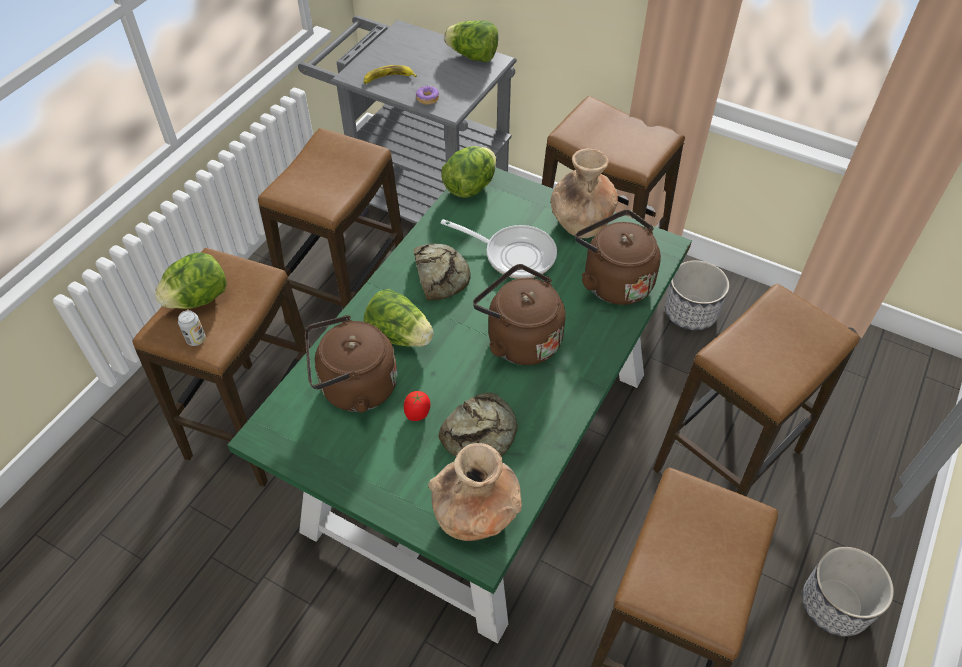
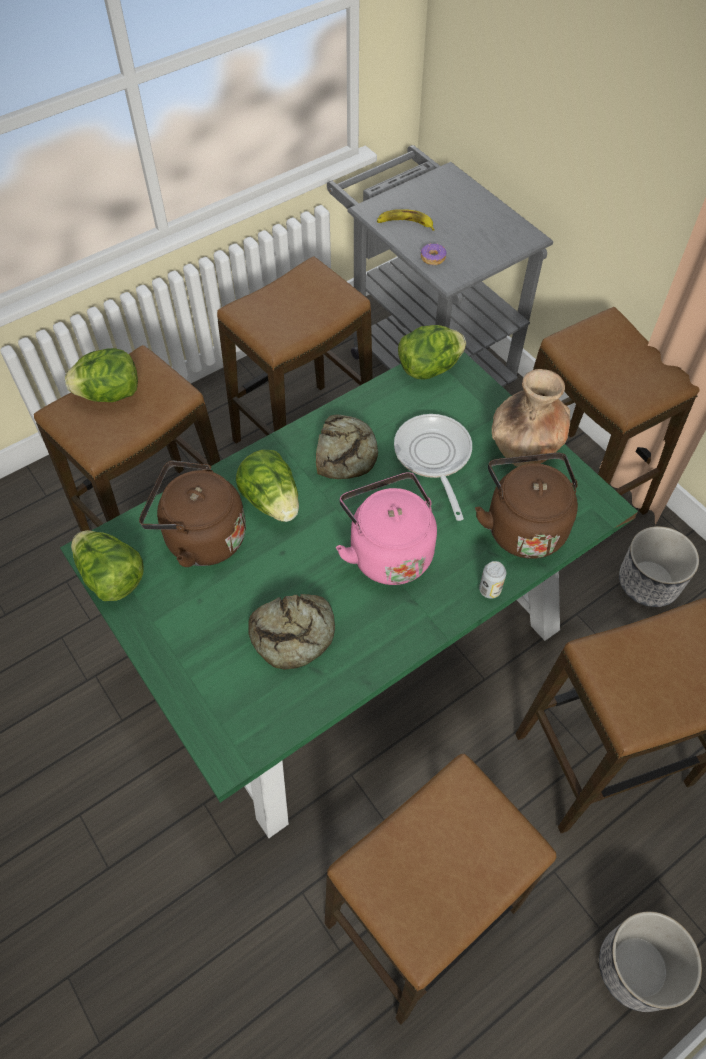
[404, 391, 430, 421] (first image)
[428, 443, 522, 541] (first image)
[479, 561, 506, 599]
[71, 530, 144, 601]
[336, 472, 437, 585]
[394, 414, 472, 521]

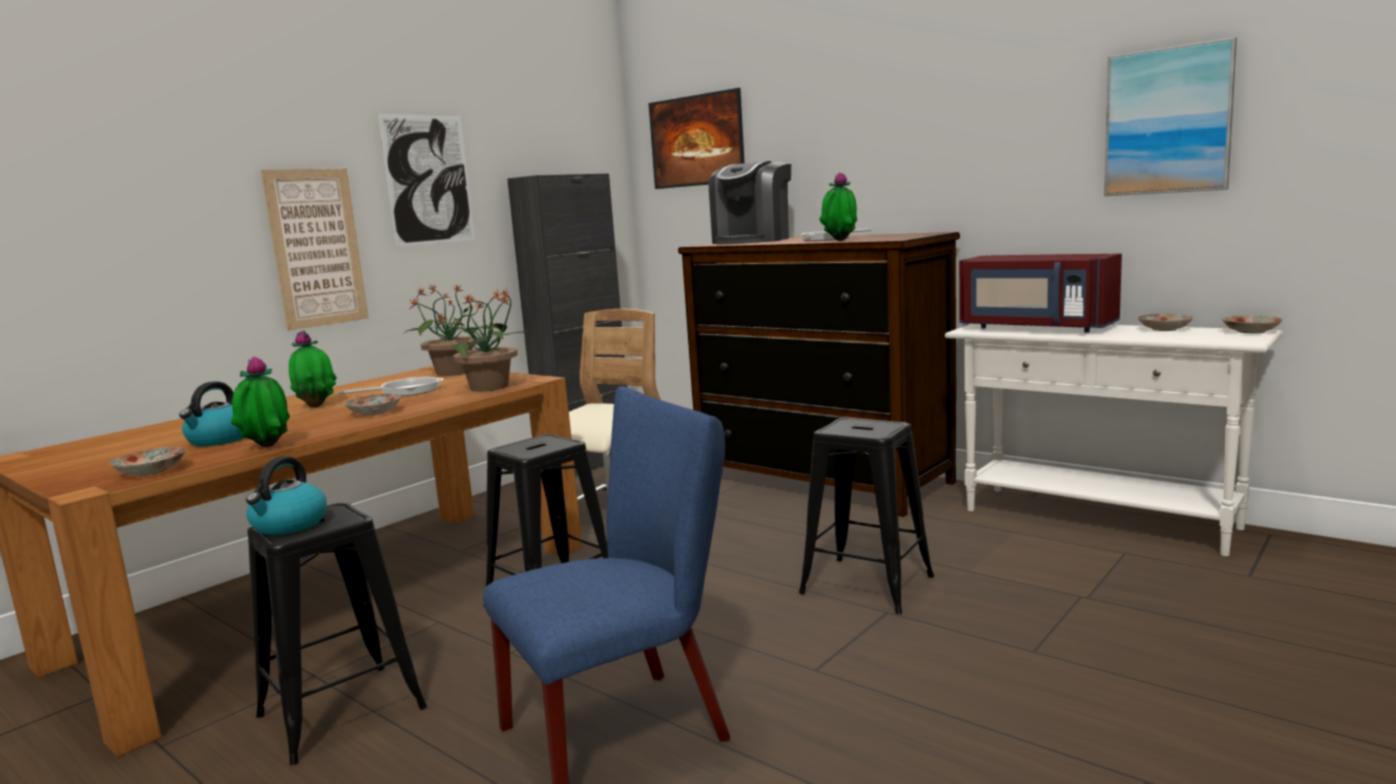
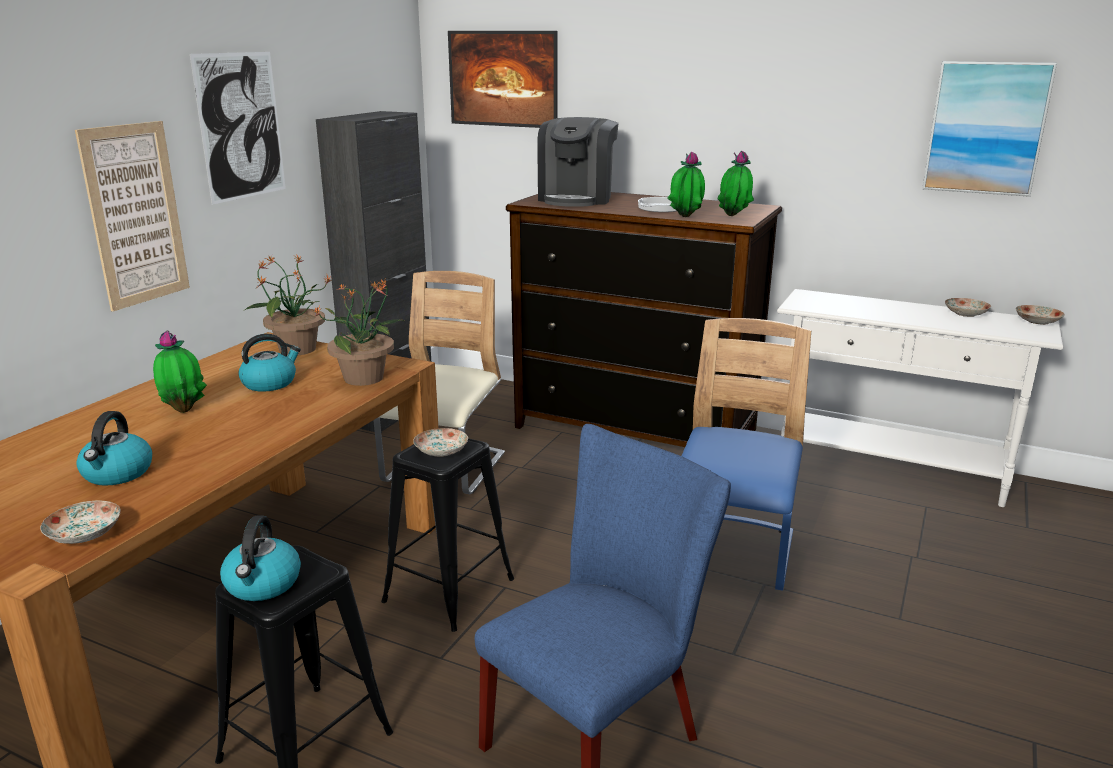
[959, 254, 1122, 332] (first image)
[718, 151, 754, 216]
[413, 428, 468, 457]
[238, 334, 301, 392]
[682, 318, 811, 591]

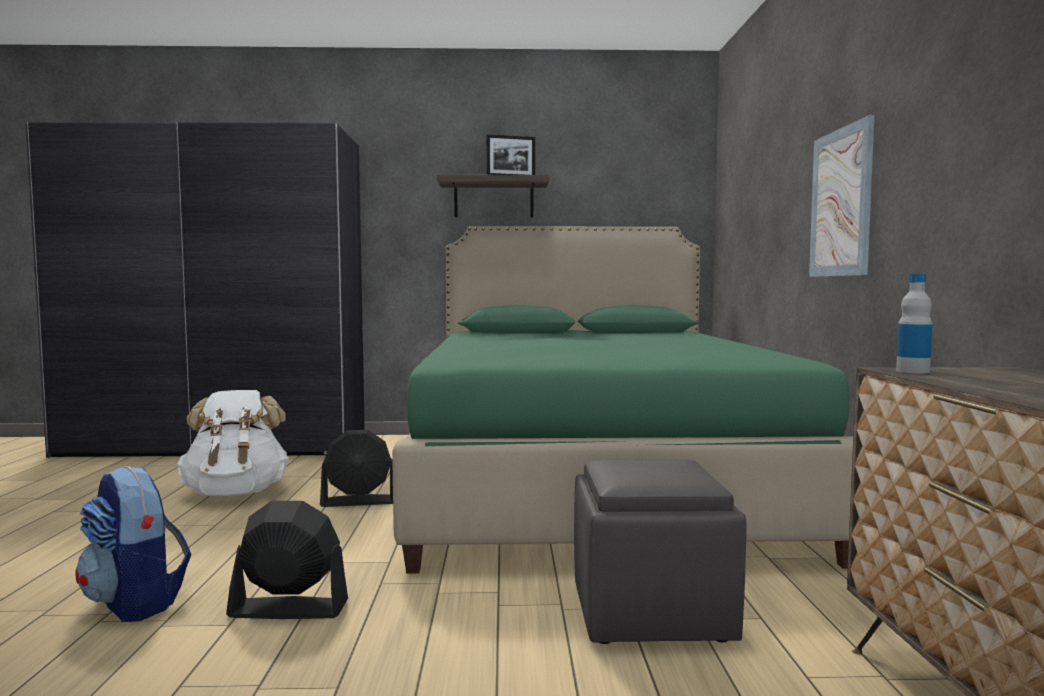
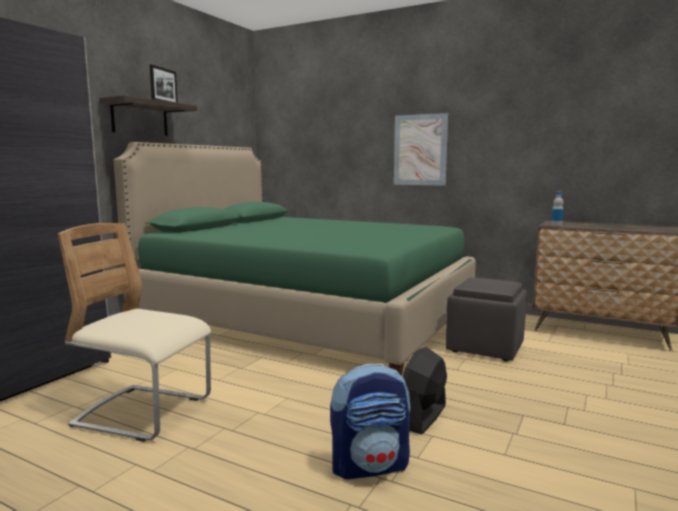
[320, 430, 393, 507] (first image)
[58, 223, 211, 442]

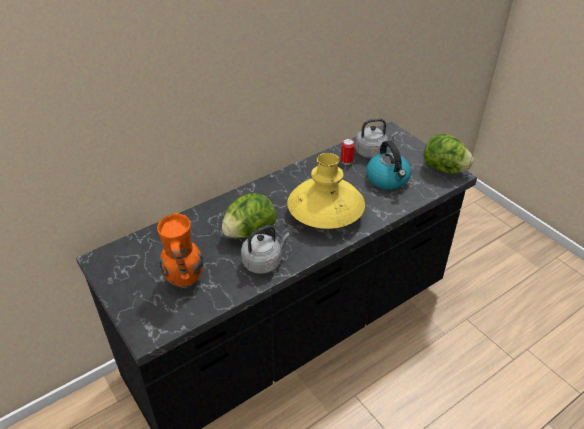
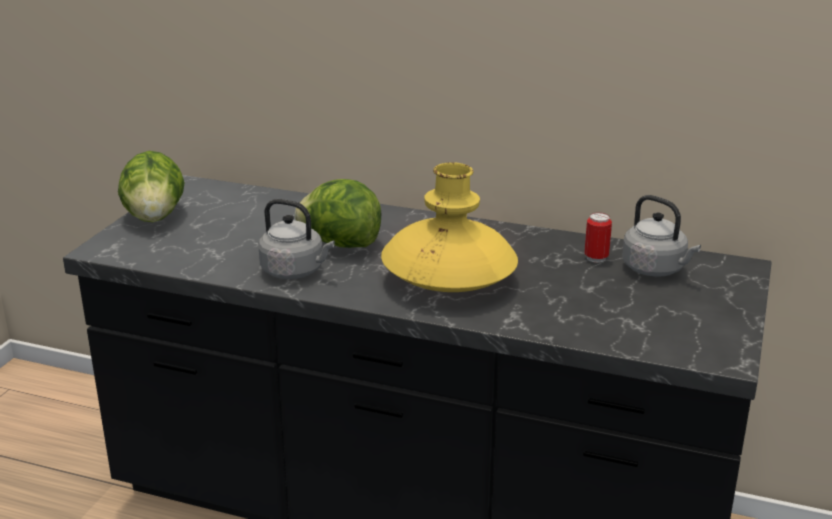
[157, 213, 203, 287] (first image)
[366, 141, 411, 190] (first image)
[118, 151, 185, 222]

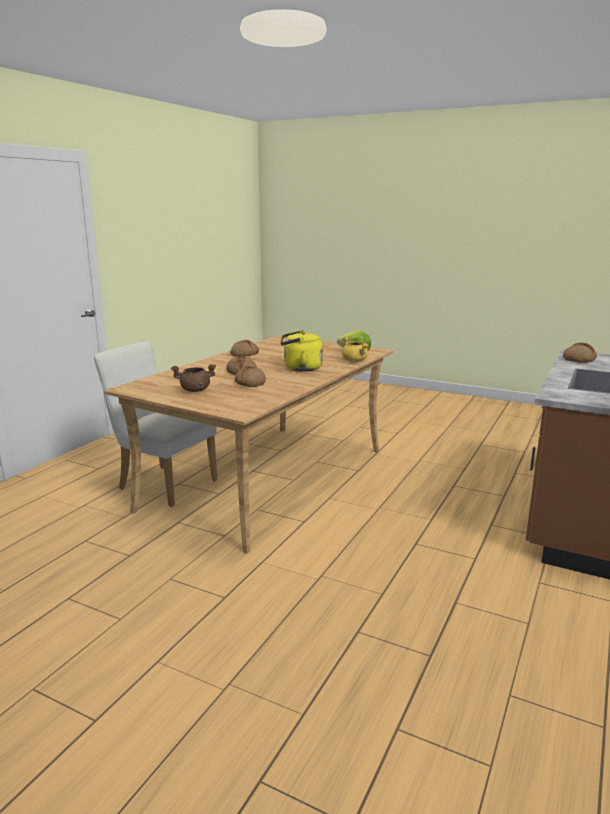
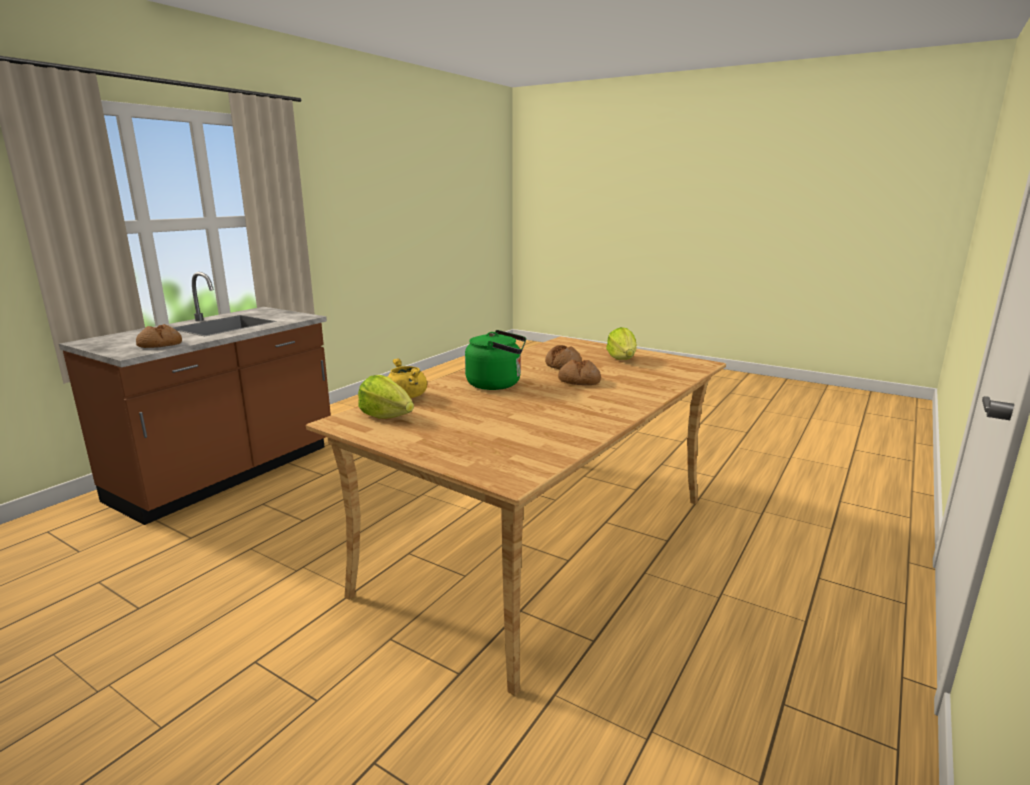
[94, 341, 218, 507] (first image)
[230, 340, 259, 357] (first image)
[606, 327, 637, 360]
[465, 330, 526, 390]

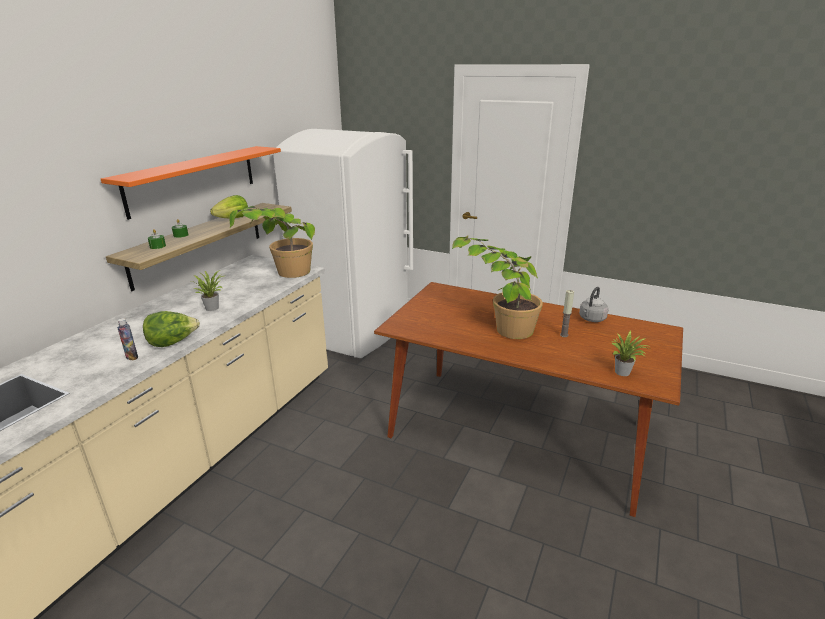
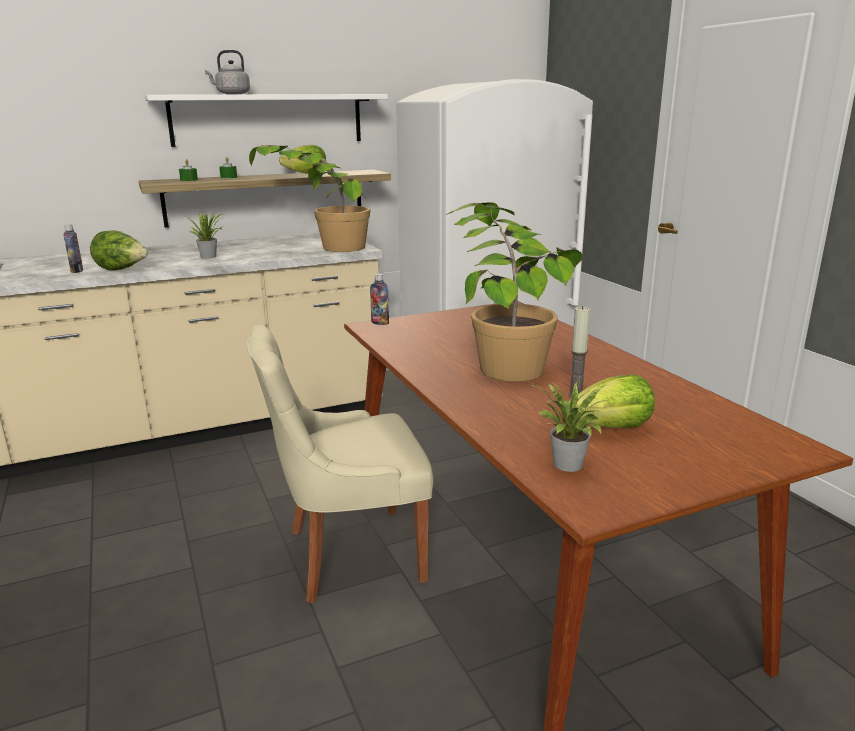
[247, 325, 434, 603]
[370, 274, 389, 325]
[569, 375, 655, 428]
[205, 50, 250, 94]
[145, 94, 388, 147]

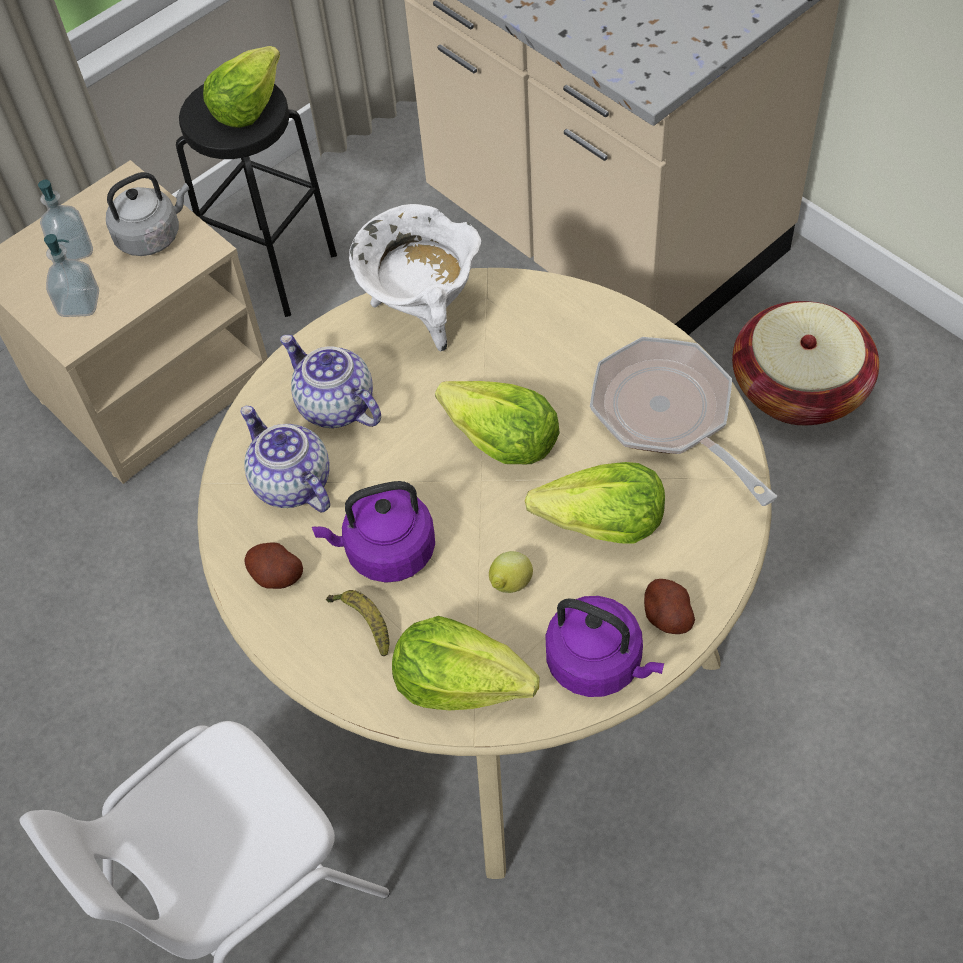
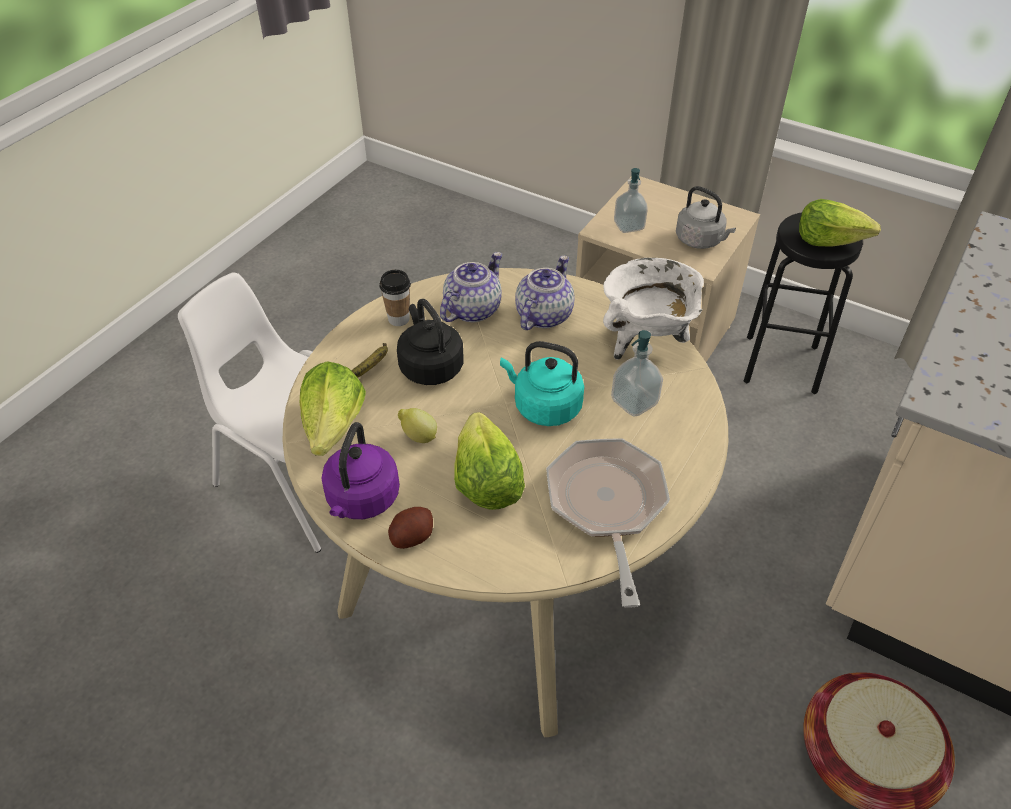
[611, 330, 663, 417]
[379, 270, 411, 326]
[500, 341, 584, 426]
[397, 299, 463, 385]
[546, 438, 670, 608]

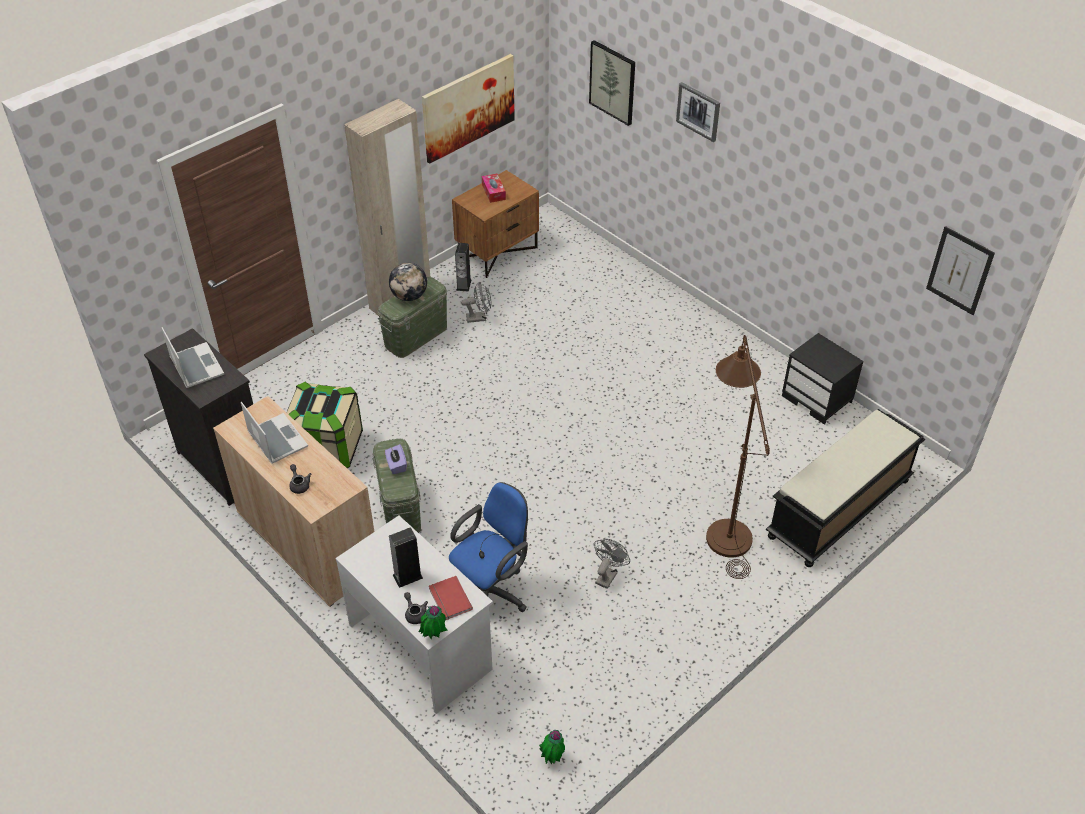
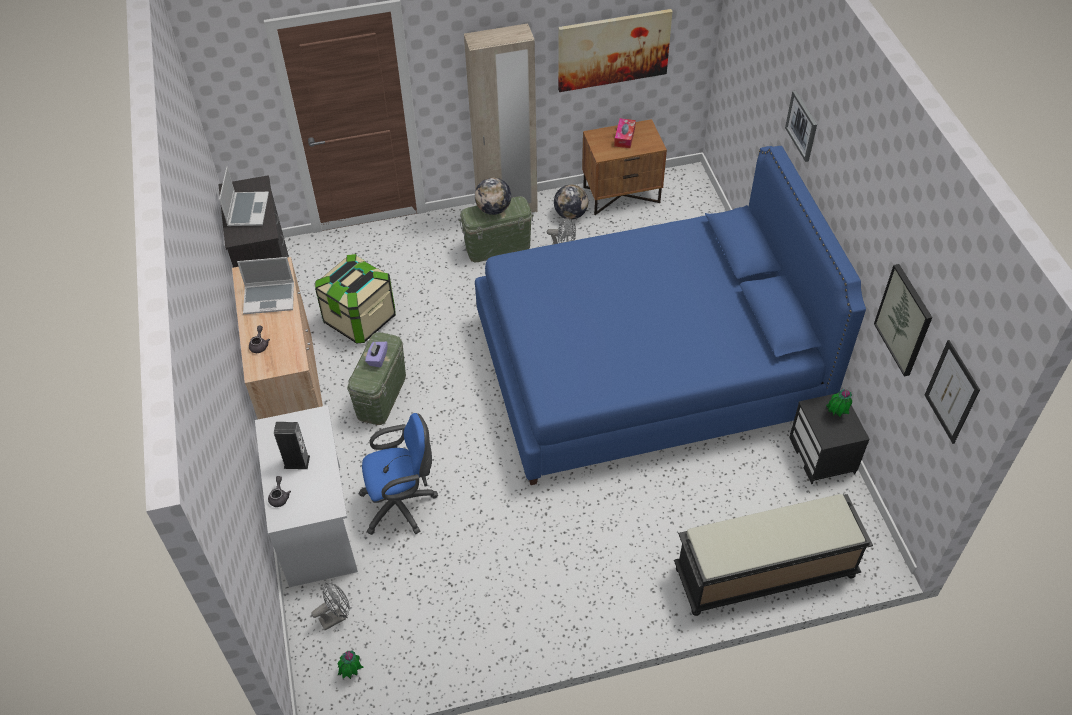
[429, 576, 473, 620] (first image)
[706, 335, 770, 579] (first image)
[475, 146, 866, 485]
[826, 388, 852, 417]
[874, 264, 932, 376]
[311, 582, 350, 630]
[554, 185, 588, 220]
[237, 257, 294, 314]

